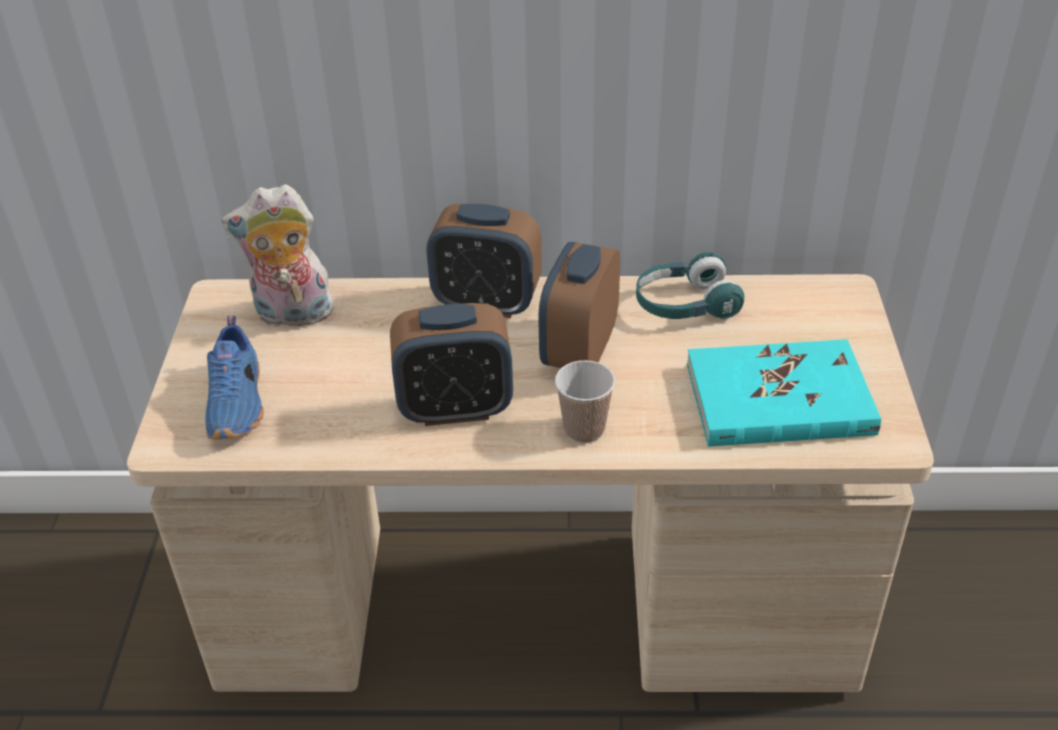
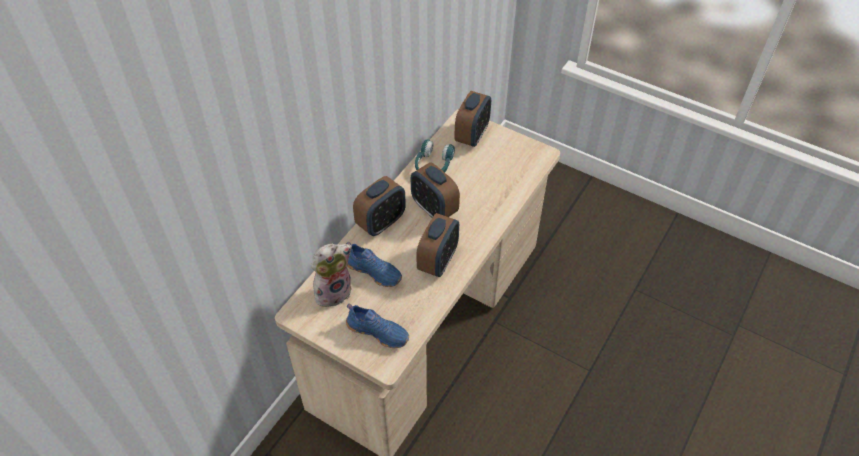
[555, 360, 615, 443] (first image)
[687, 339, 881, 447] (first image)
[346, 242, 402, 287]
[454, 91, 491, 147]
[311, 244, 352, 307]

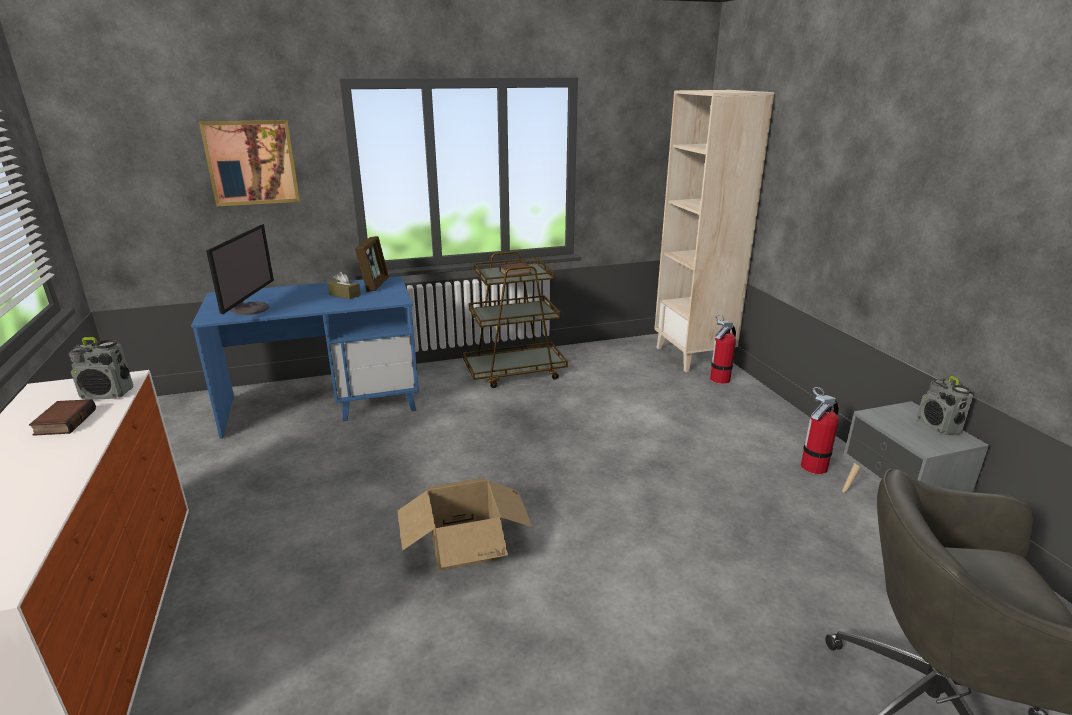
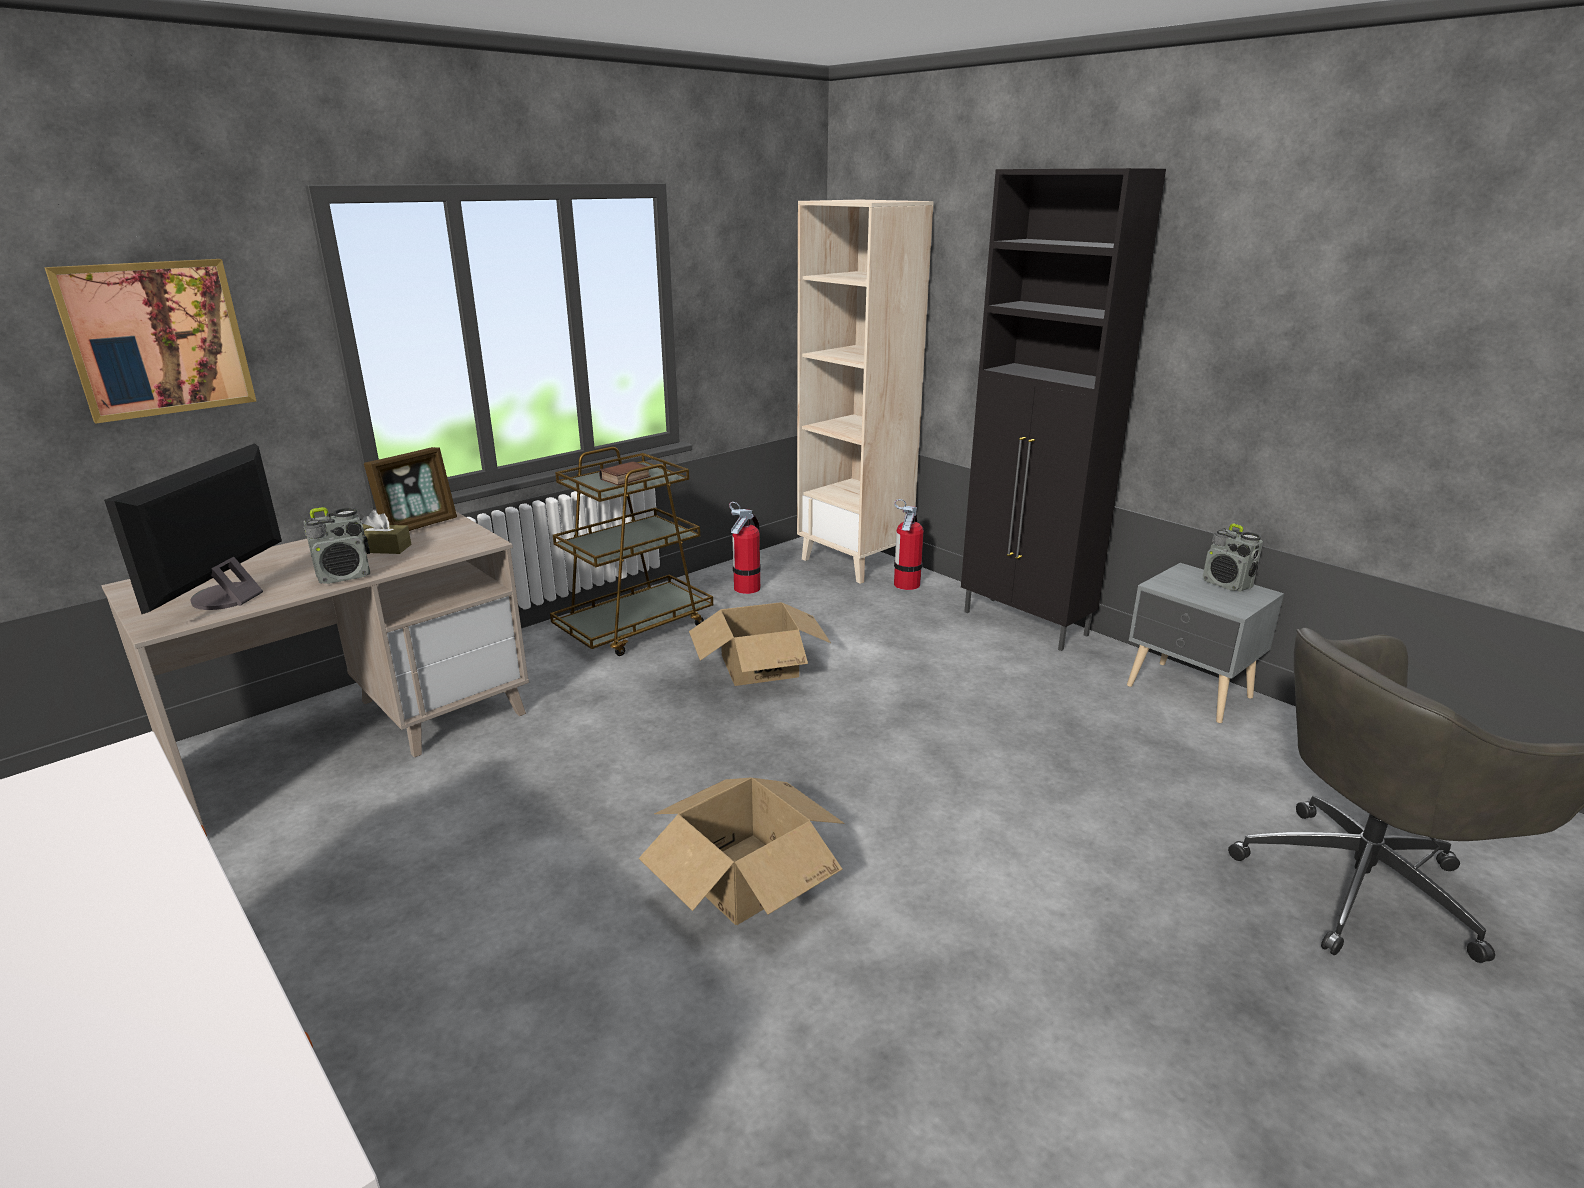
[29, 399, 96, 436] (first image)
[689, 602, 831, 686]
[961, 168, 1166, 651]
[303, 507, 370, 584]
[729, 502, 761, 594]
[101, 512, 529, 832]
[104, 443, 282, 614]
[364, 447, 457, 531]

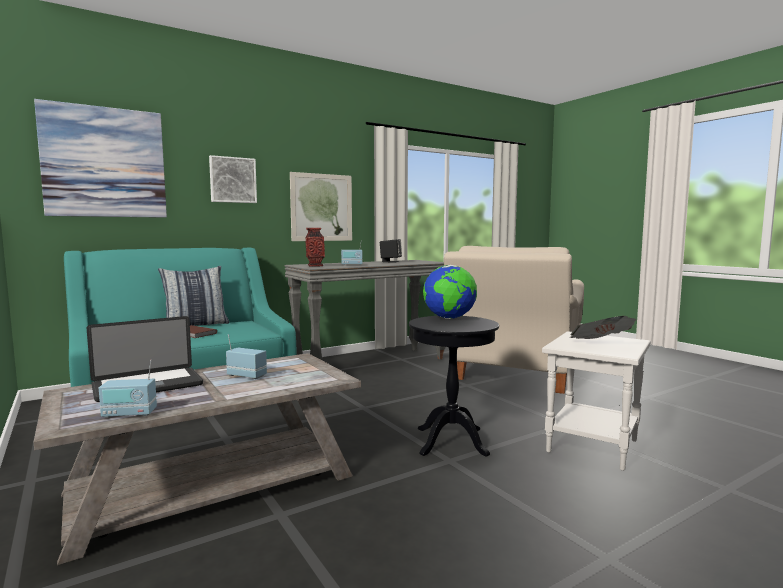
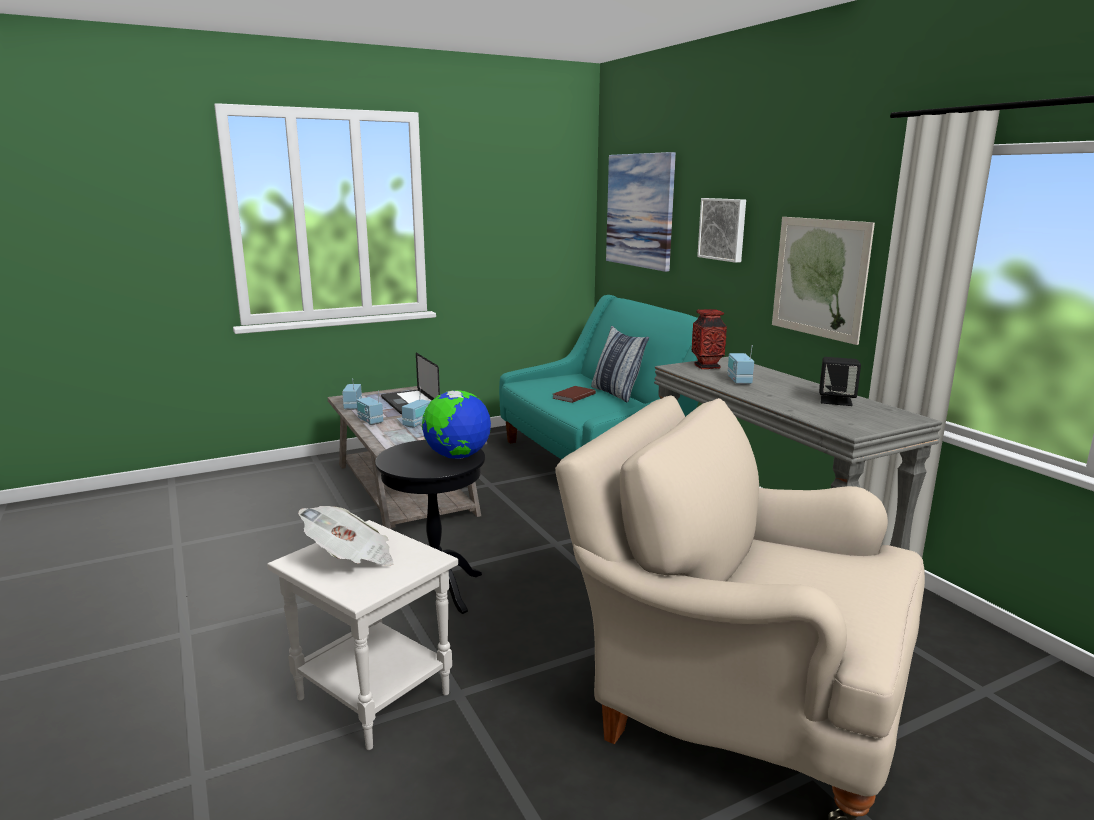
[357, 390, 383, 425]

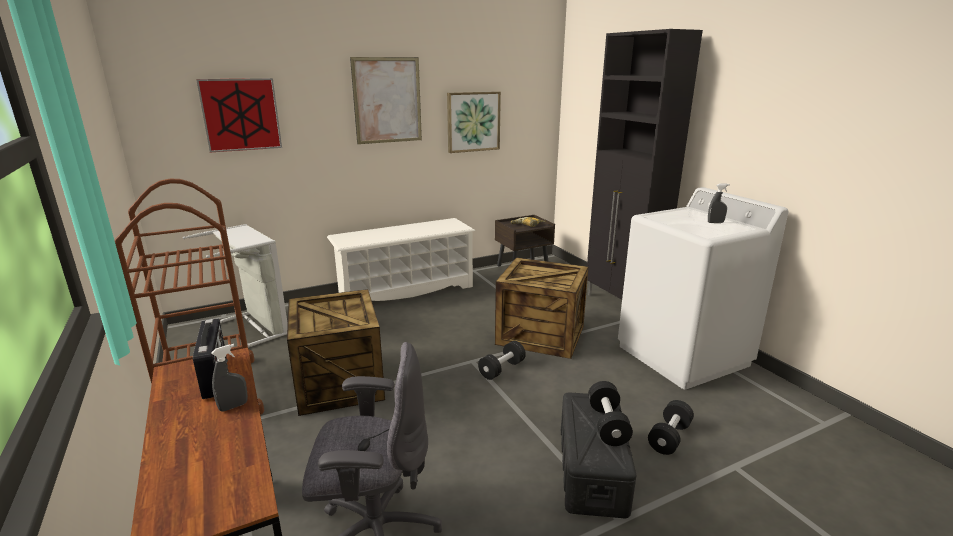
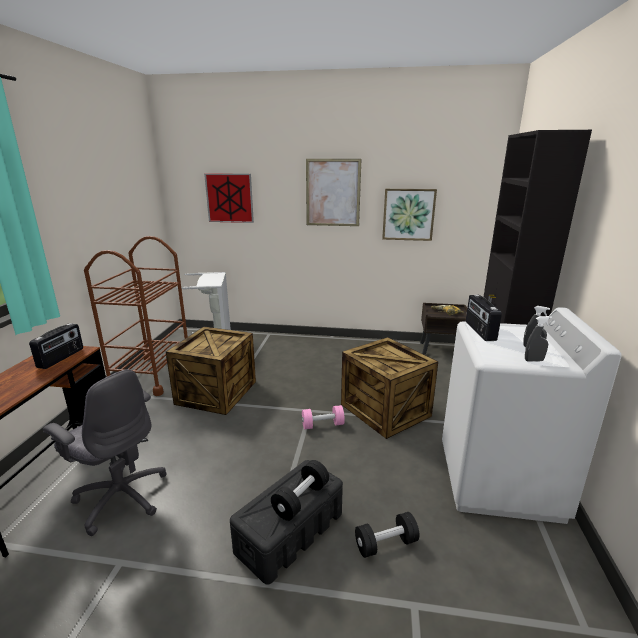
[327, 218, 475, 301] (first image)
[466, 295, 502, 341]
[525, 316, 552, 362]
[302, 405, 345, 429]

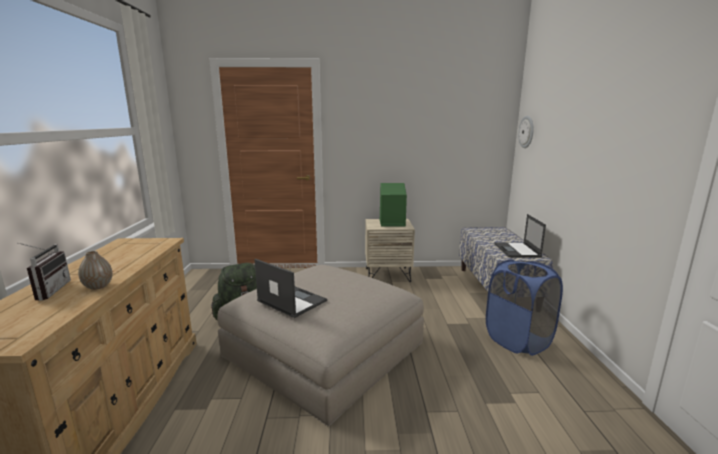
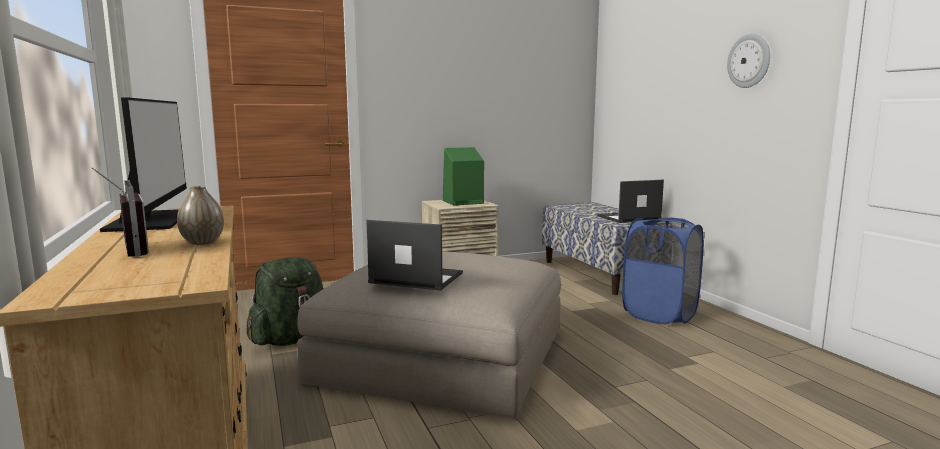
[100, 97, 187, 232]
[727, 34, 770, 88]
[597, 180, 664, 223]

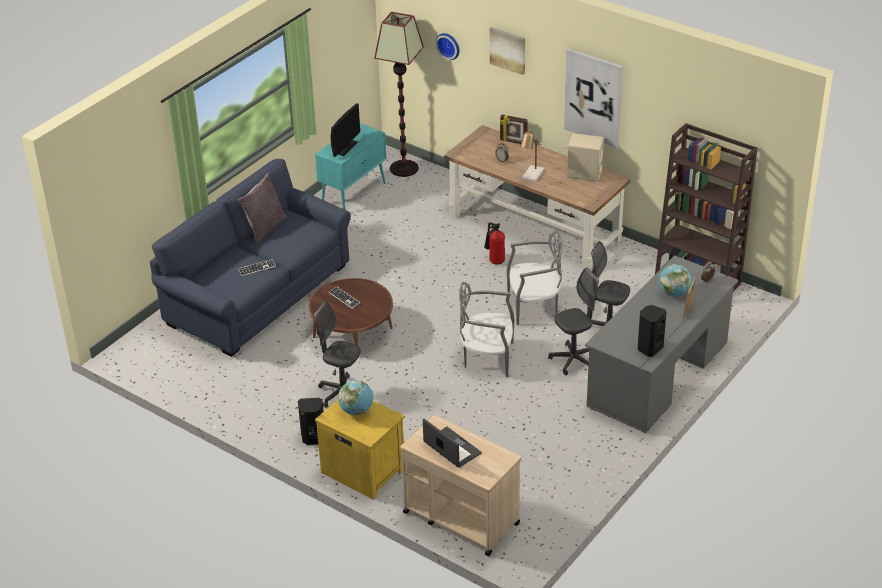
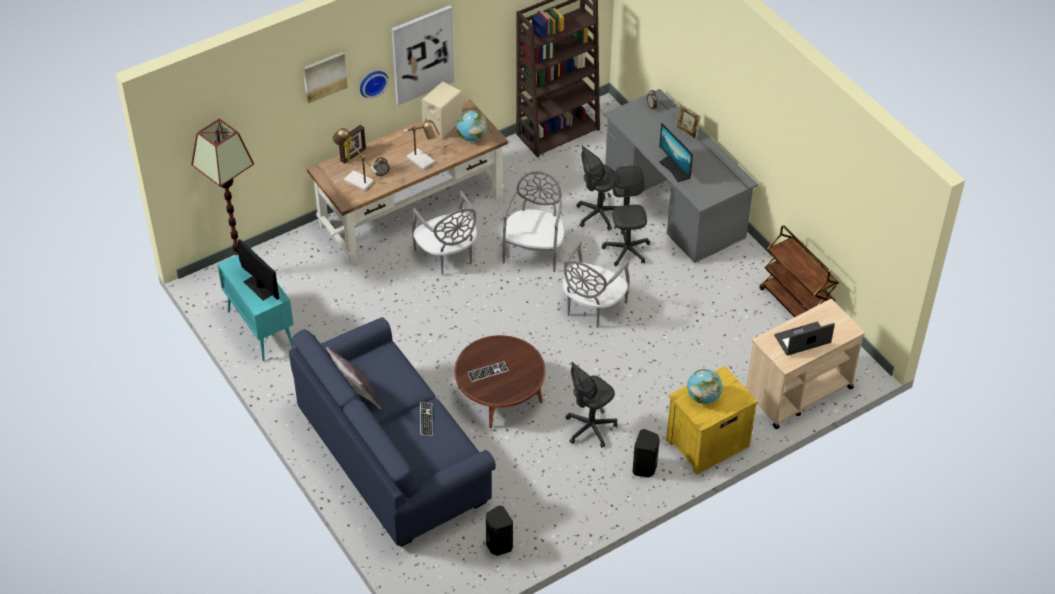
[333, 128, 377, 191]
[659, 123, 693, 182]
[759, 225, 839, 317]
[360, 71, 388, 98]
[486, 506, 513, 556]
[456, 110, 487, 141]
[412, 190, 477, 275]

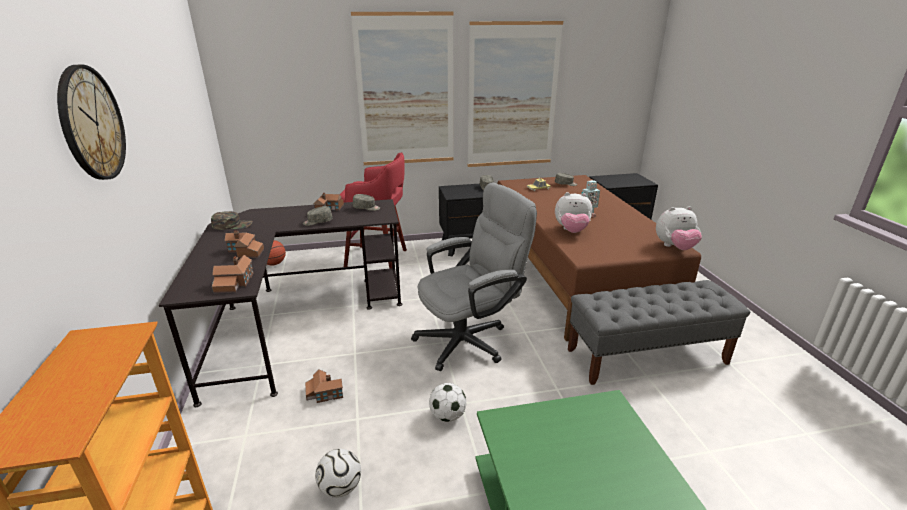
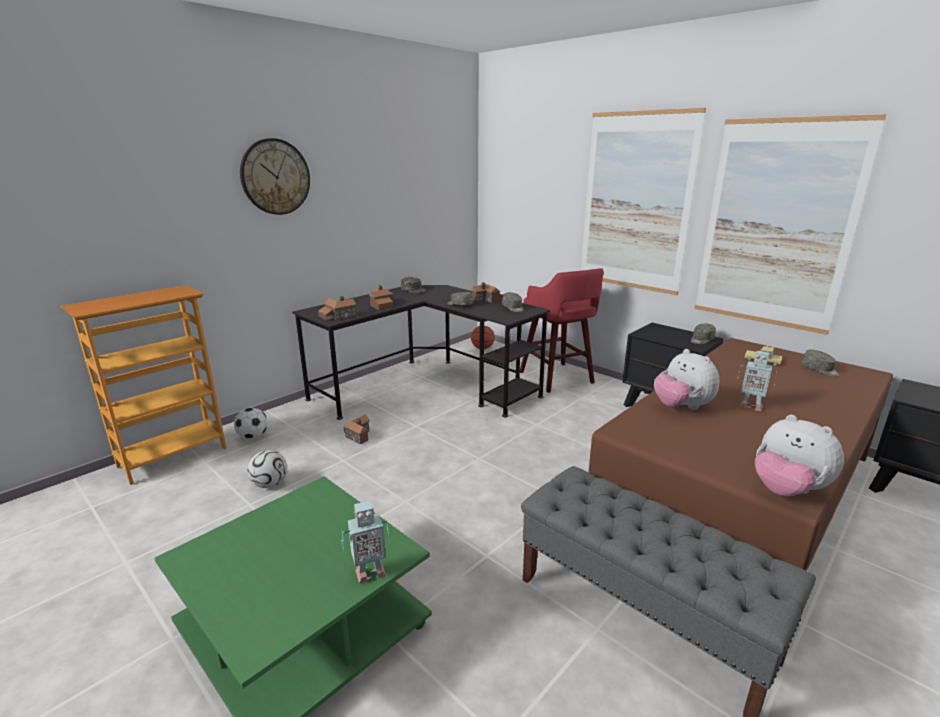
[411, 183, 537, 371] (first image)
[341, 501, 390, 584]
[234, 408, 268, 439]

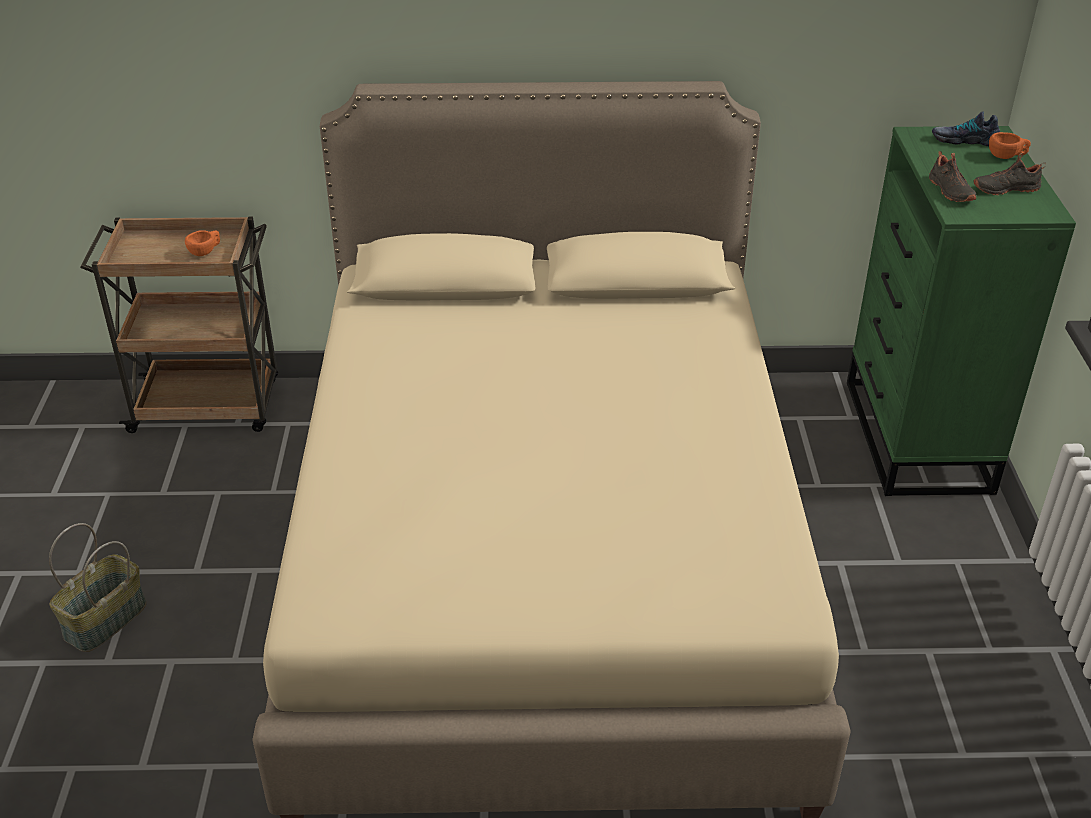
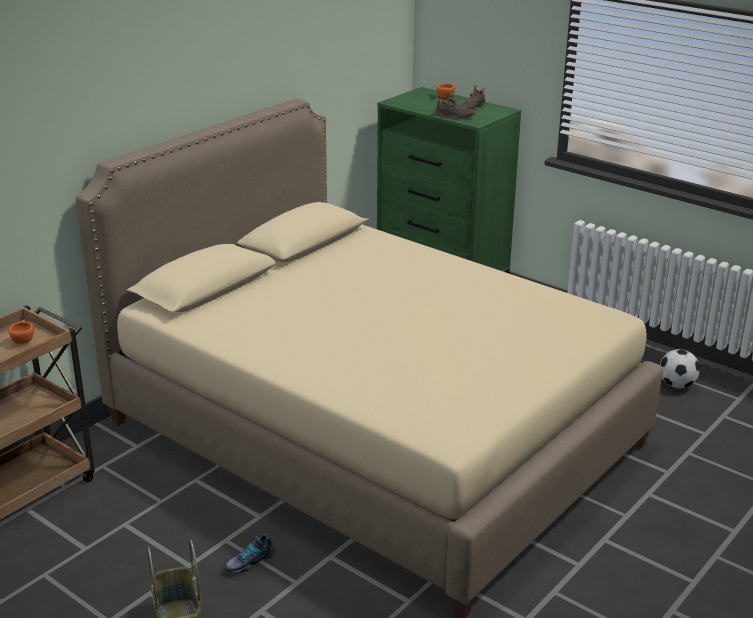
[660, 349, 700, 388]
[225, 534, 275, 574]

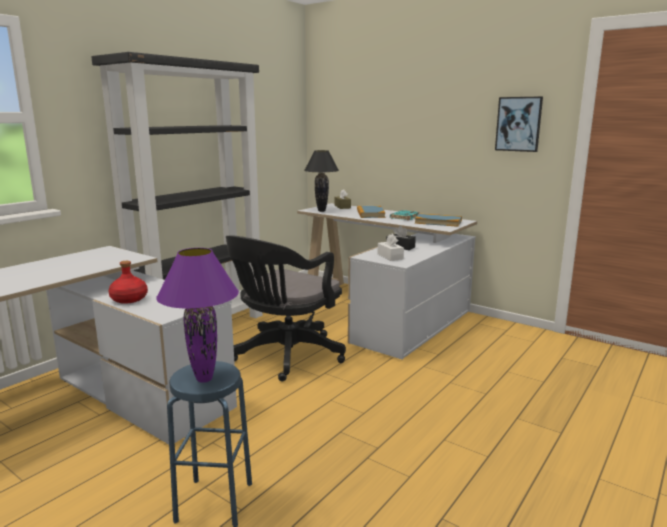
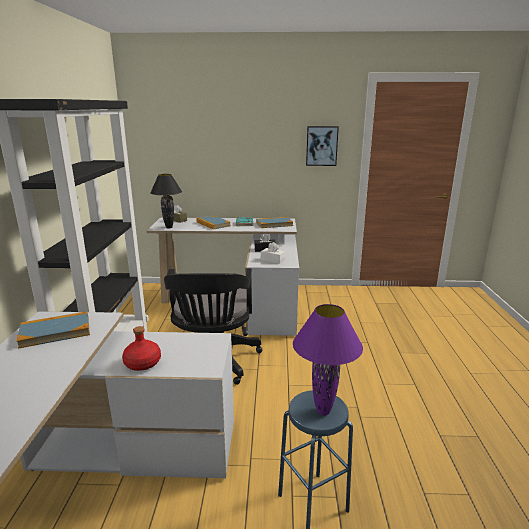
[17, 311, 90, 349]

